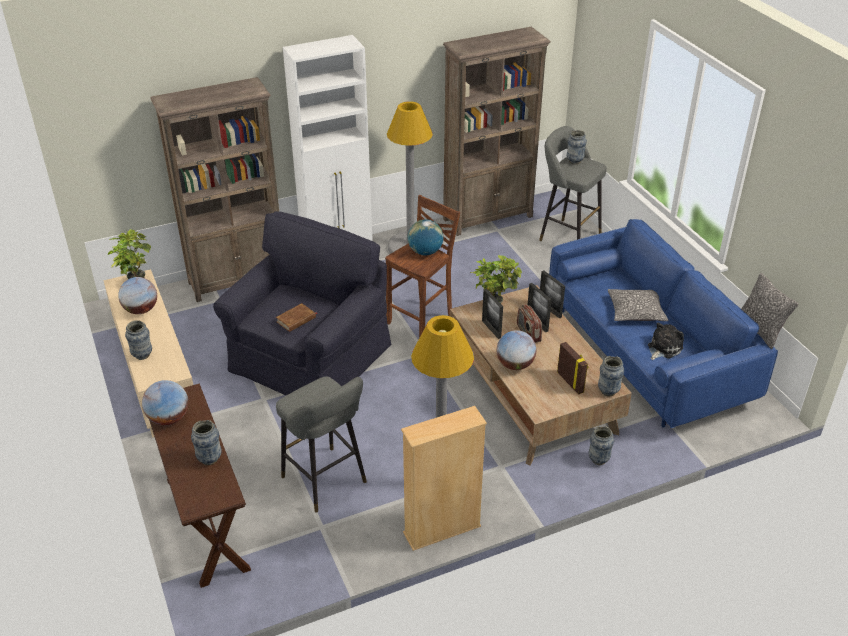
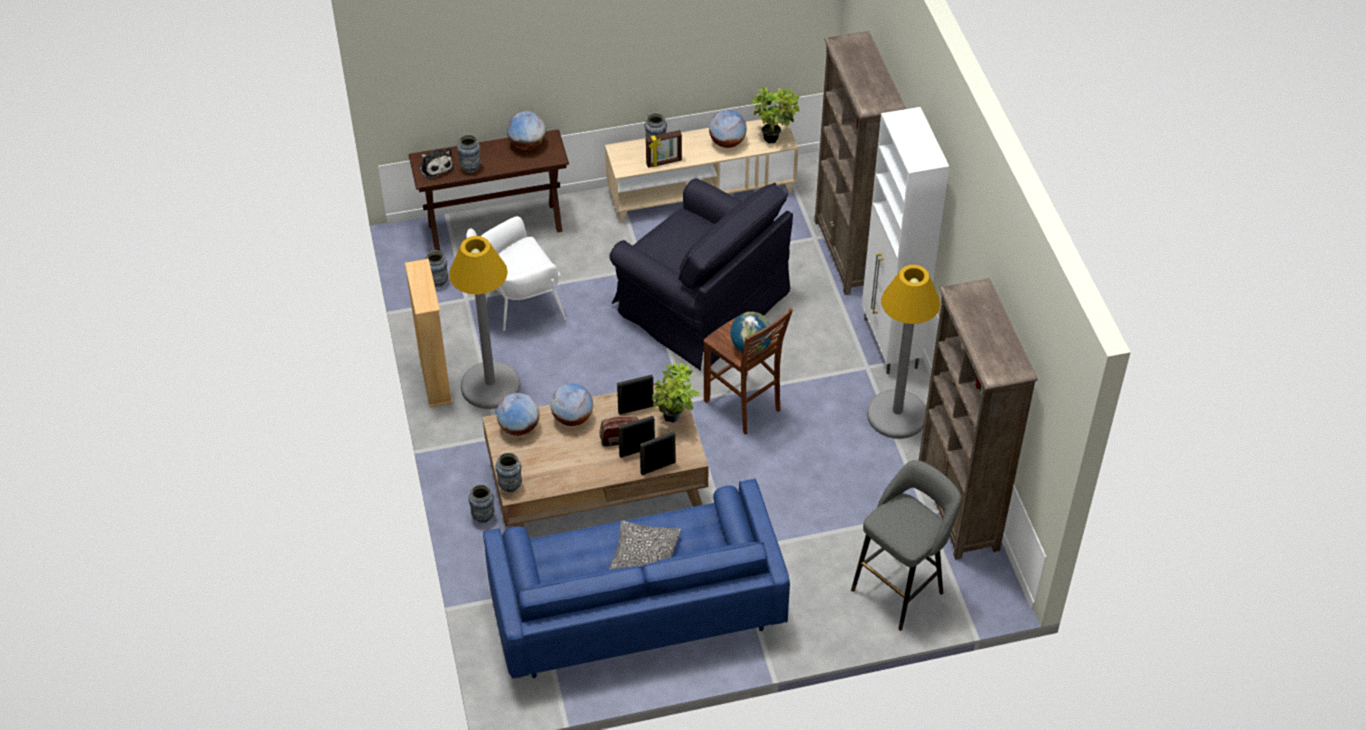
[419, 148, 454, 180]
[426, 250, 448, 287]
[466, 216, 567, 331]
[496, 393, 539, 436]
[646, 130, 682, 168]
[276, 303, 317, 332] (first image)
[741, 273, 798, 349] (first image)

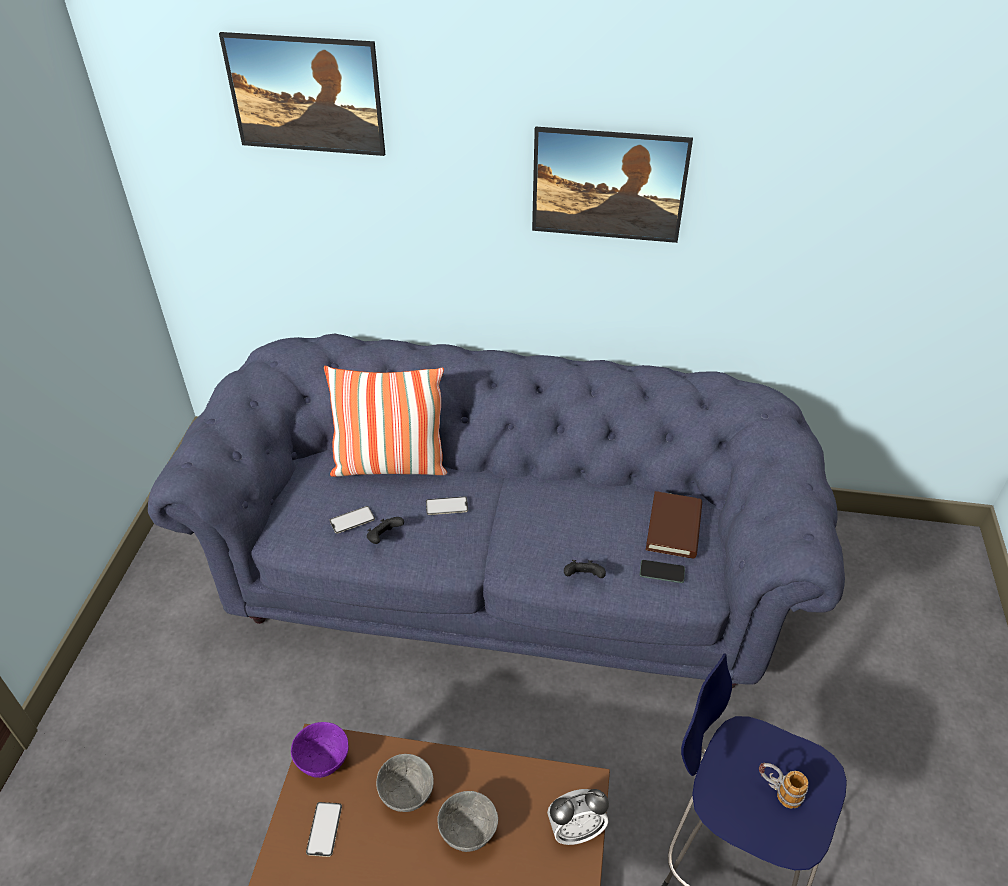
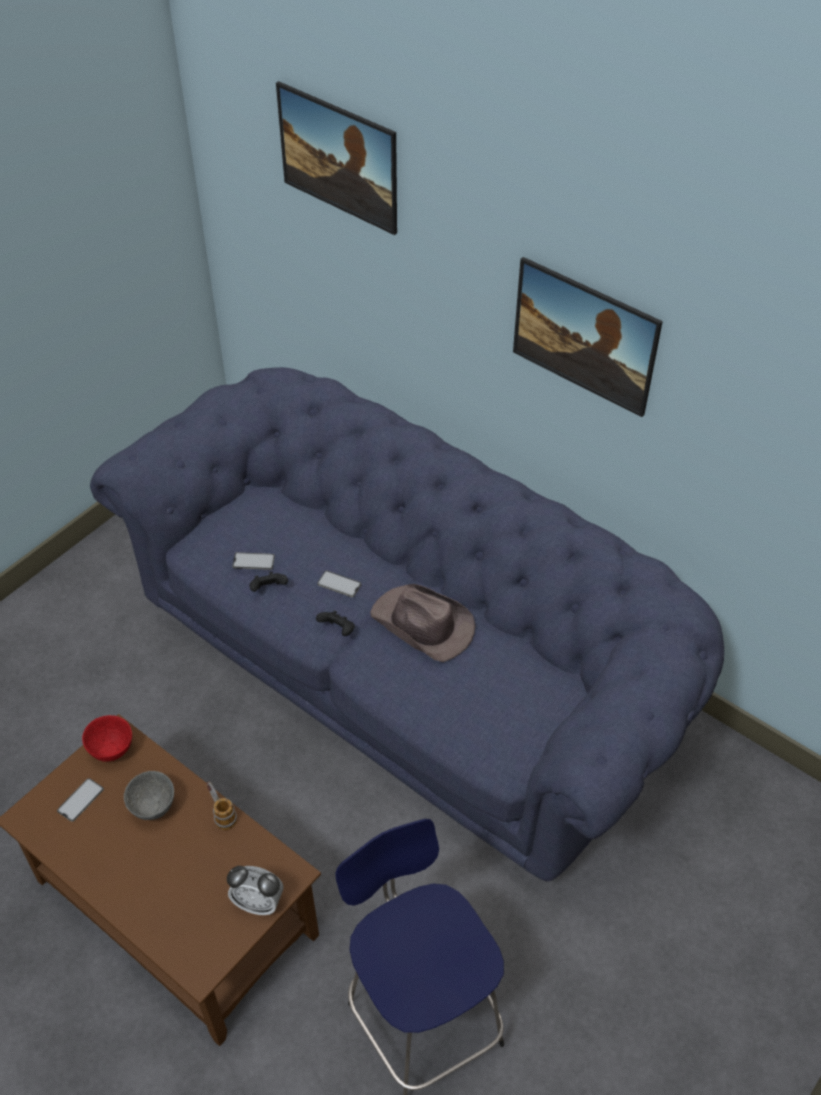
[82, 715, 132, 762]
[206, 782, 237, 830]
[316, 611, 355, 636]
[370, 584, 476, 662]
[324, 366, 447, 477] (first image)
[437, 791, 498, 852] (first image)
[640, 560, 685, 583] (first image)
[646, 491, 702, 559] (first image)

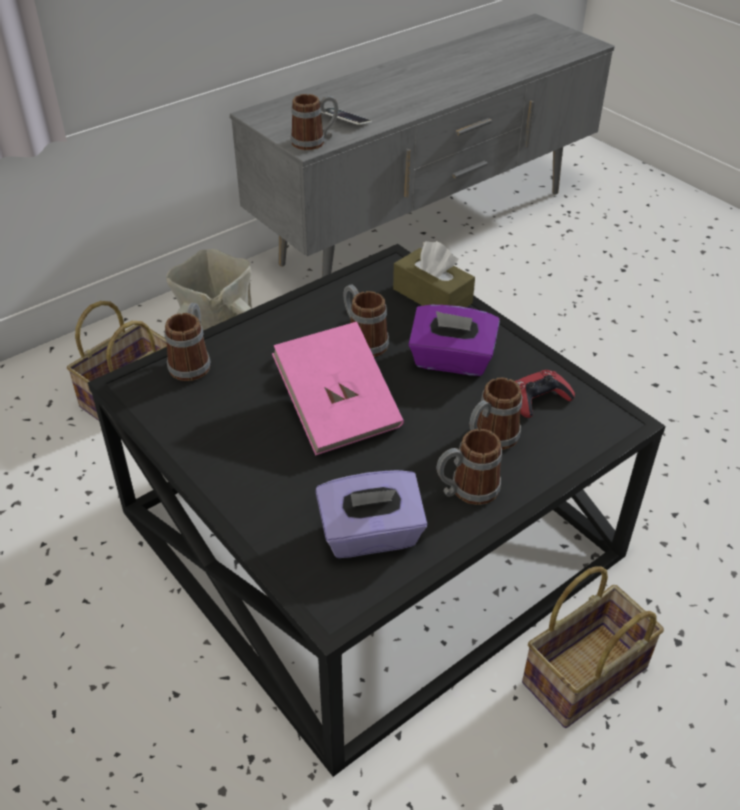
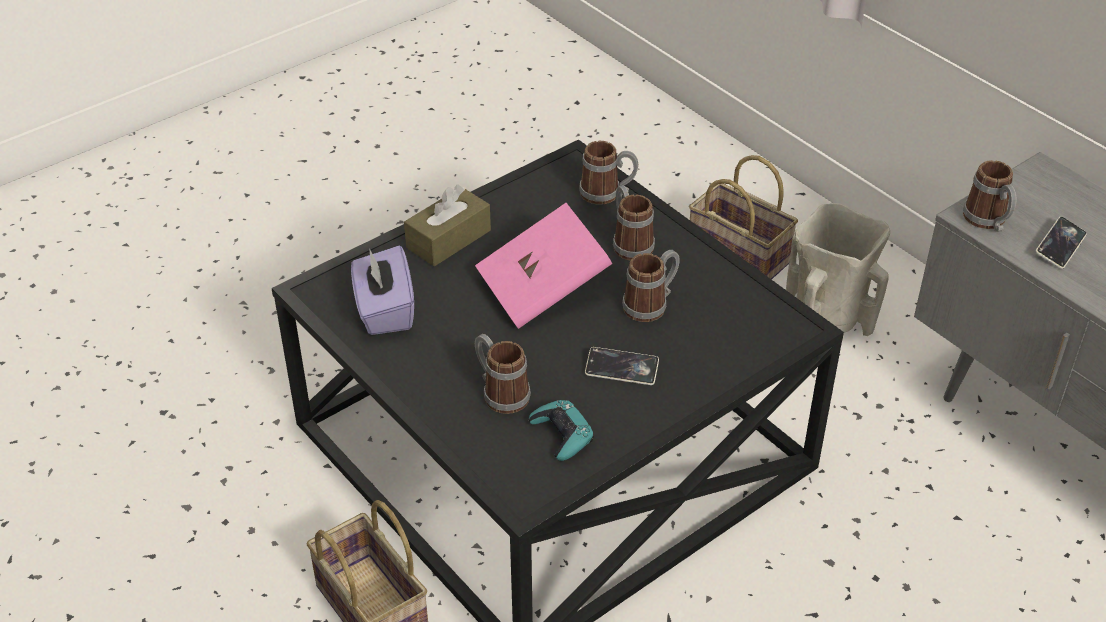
[404, 185, 491, 266]
[529, 400, 594, 461]
[585, 347, 659, 385]
[613, 185, 655, 260]

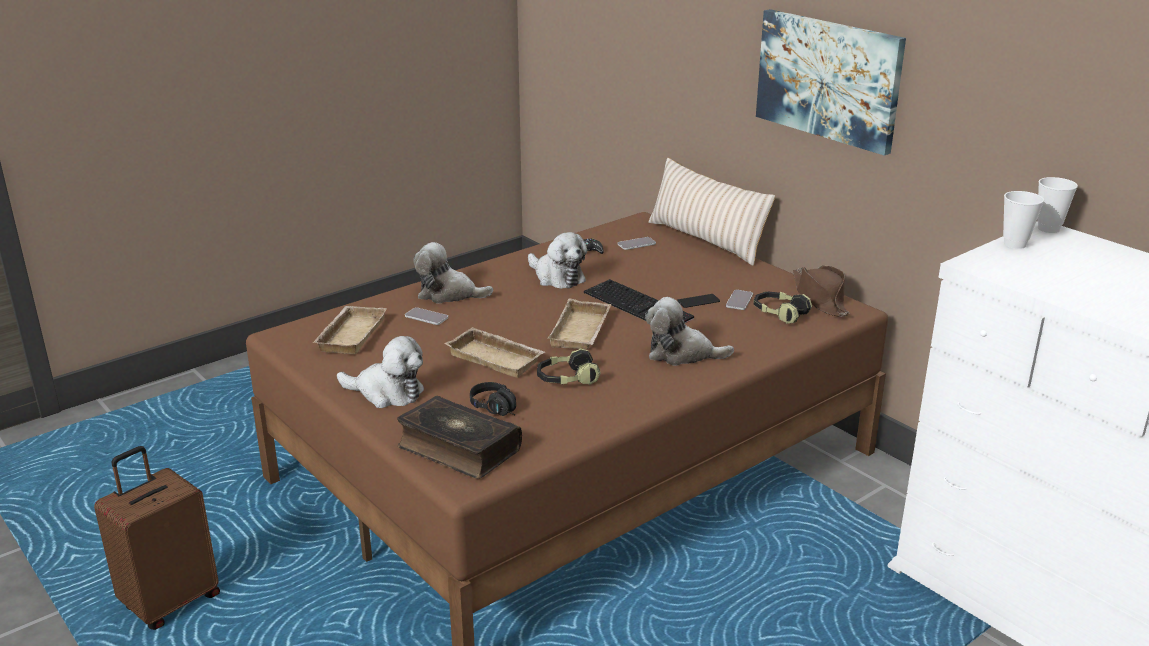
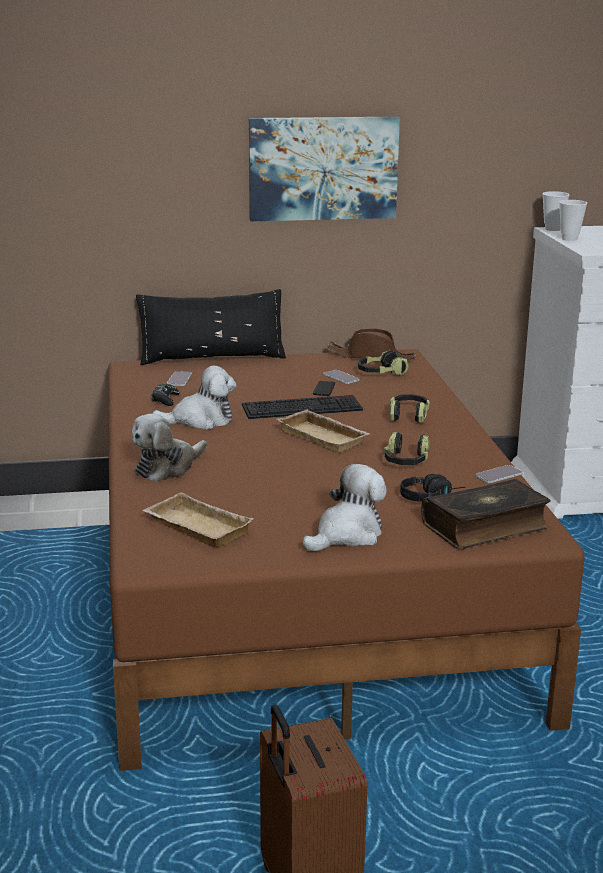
[136, 289, 286, 365]
[389, 394, 430, 423]
[475, 465, 523, 483]
[445, 327, 545, 378] (first image)

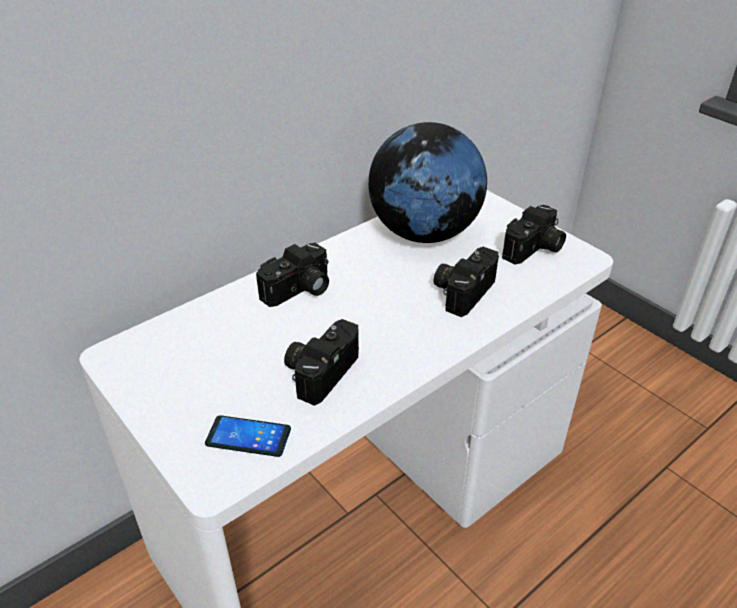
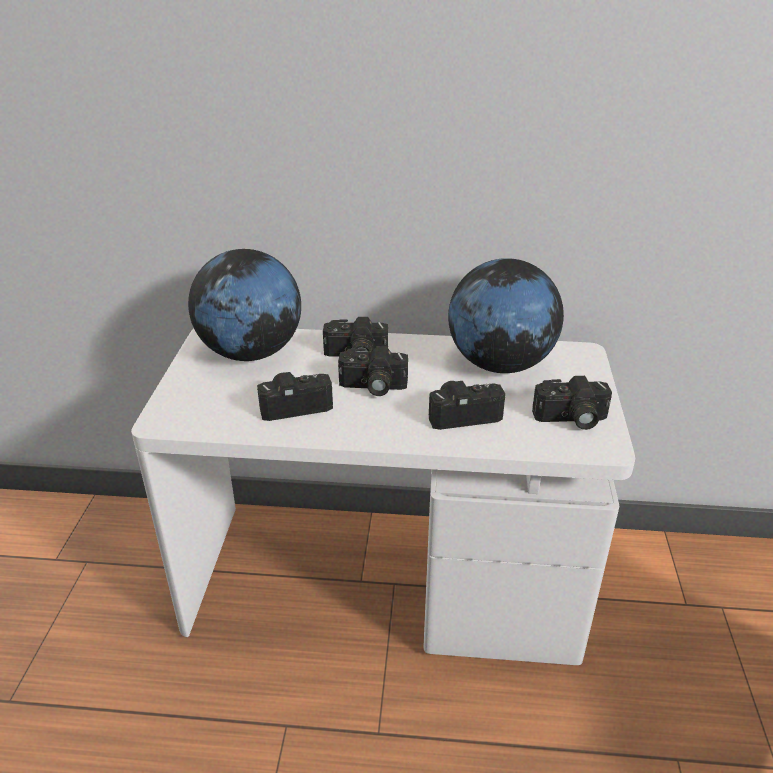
[188, 249, 301, 361]
[338, 346, 408, 396]
[205, 415, 291, 457] (first image)

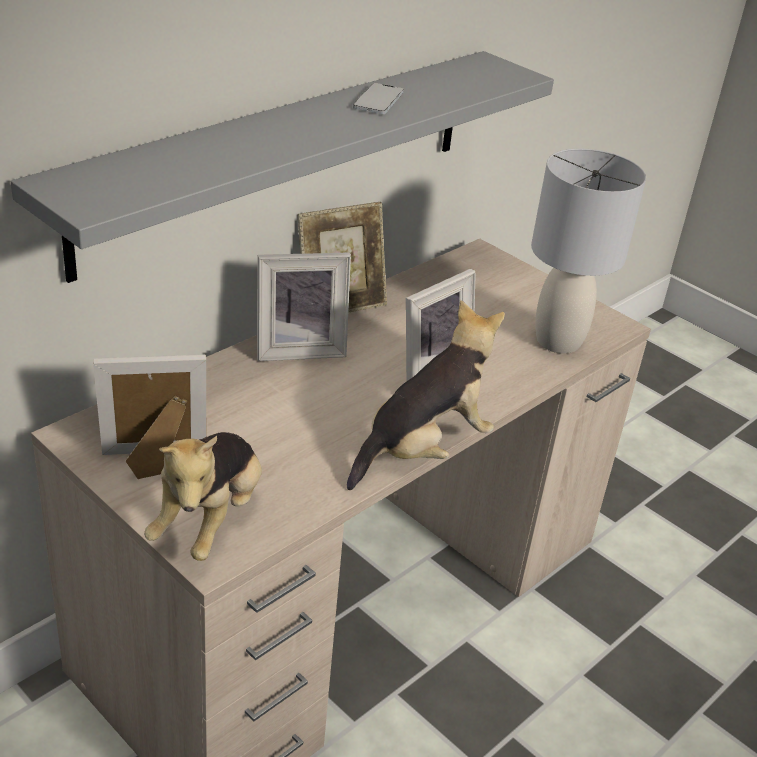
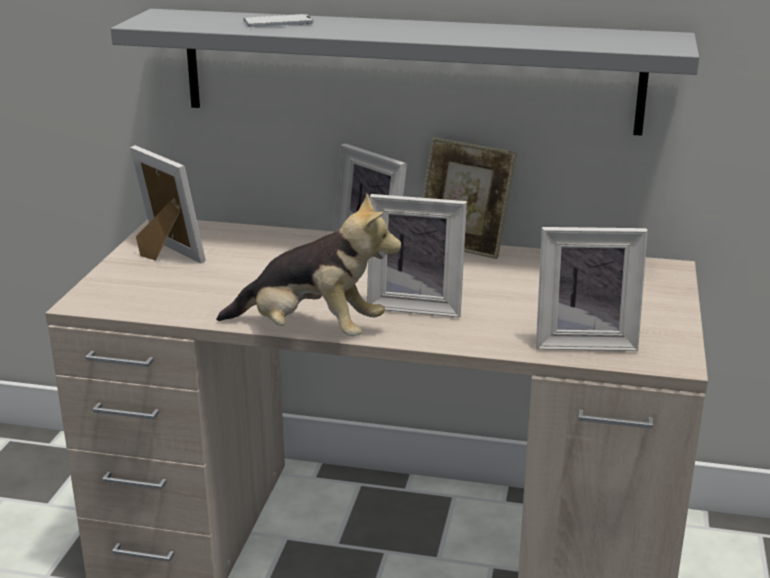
[243, 14, 313, 27]
[536, 227, 648, 351]
[144, 432, 262, 561] (first image)

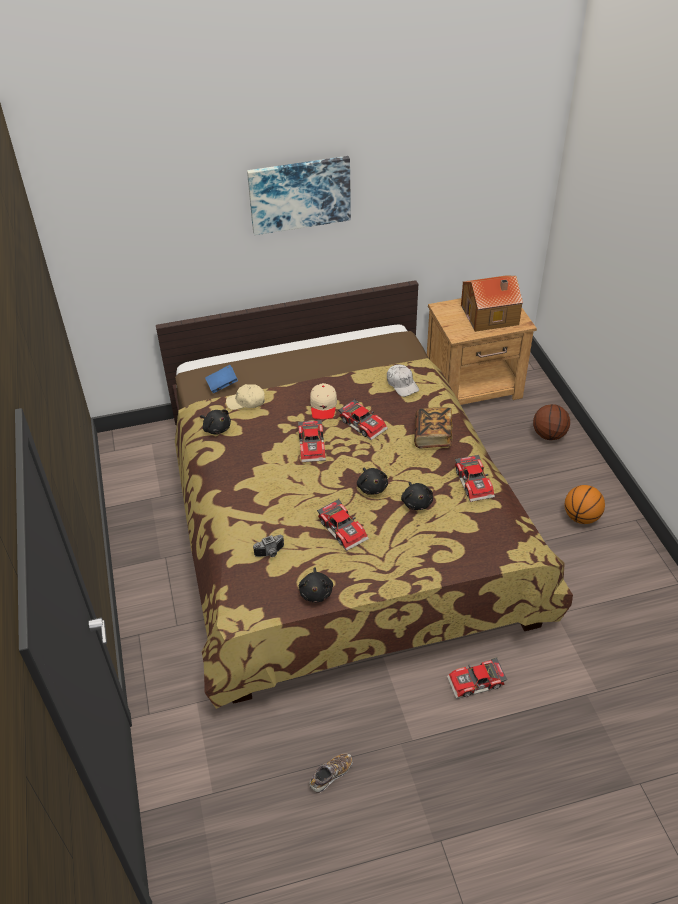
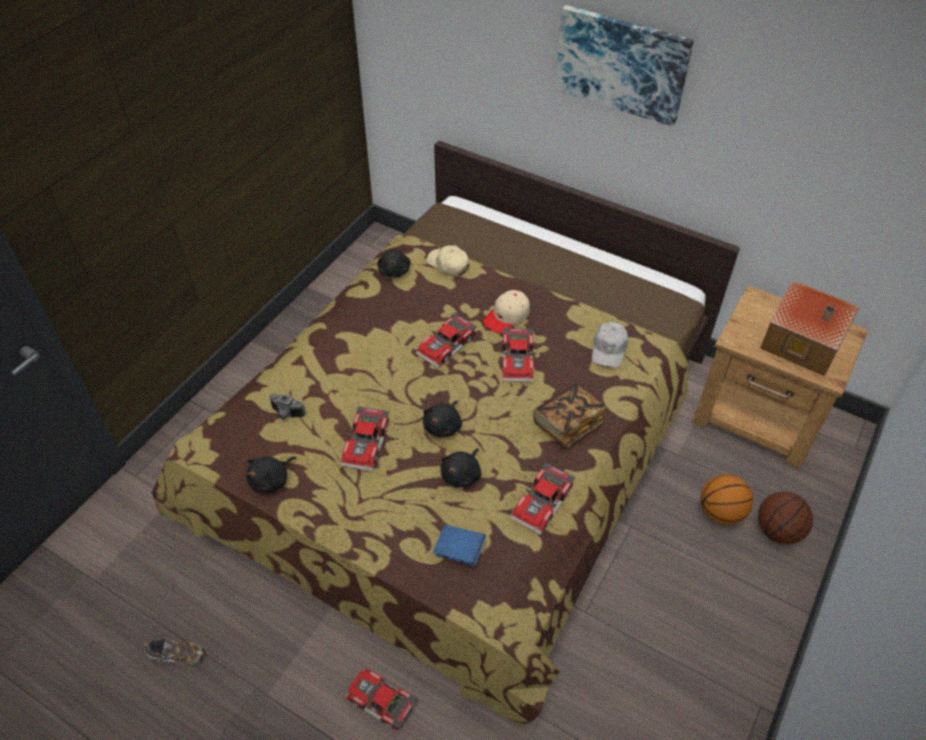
[433, 525, 486, 566]
[701, 474, 753, 525]

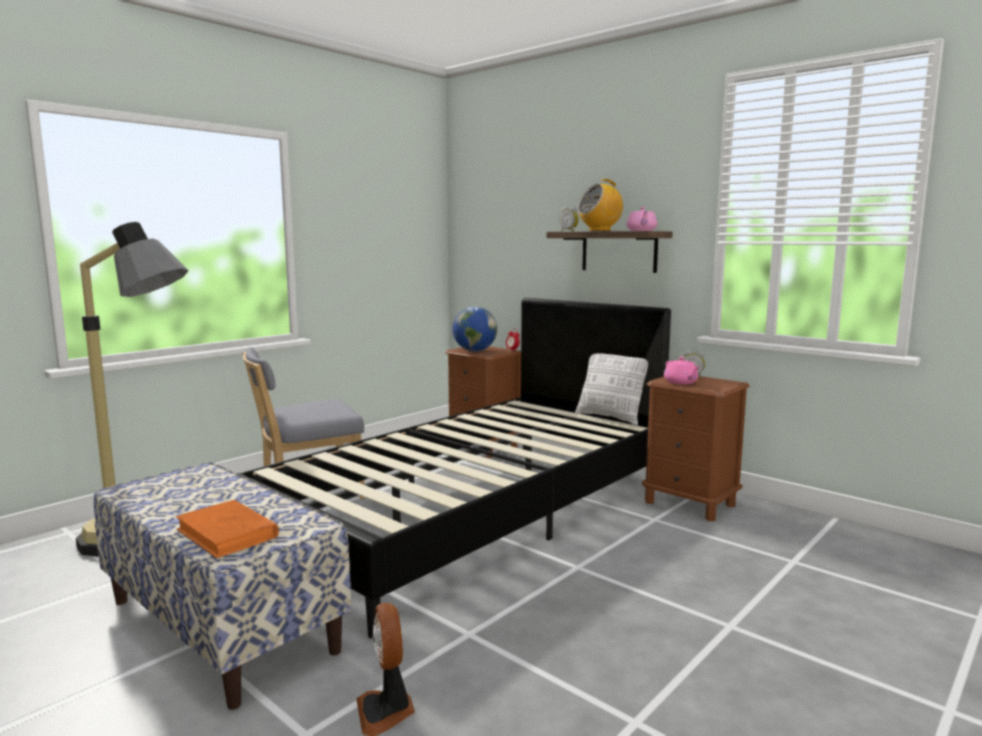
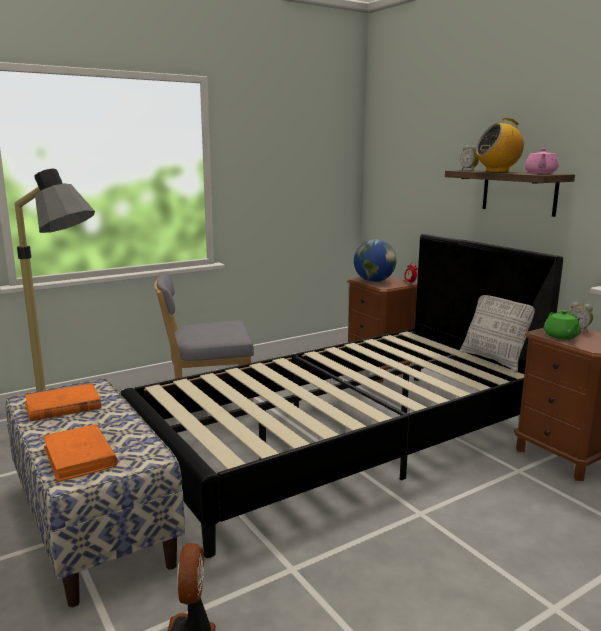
[25, 383, 101, 422]
[544, 310, 581, 339]

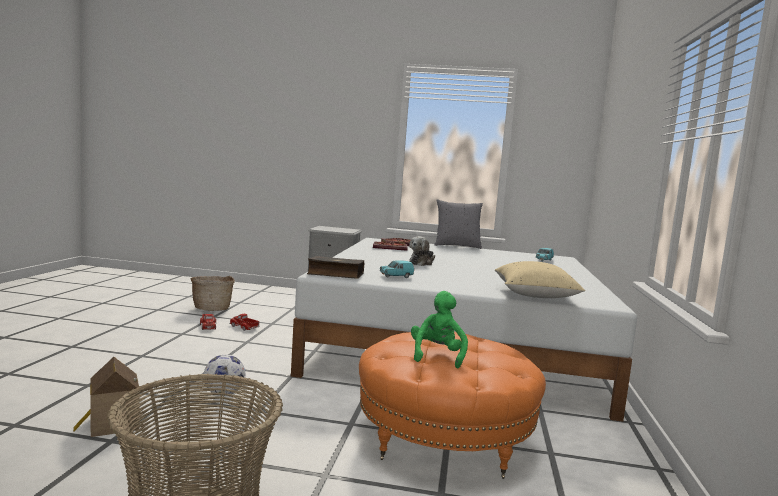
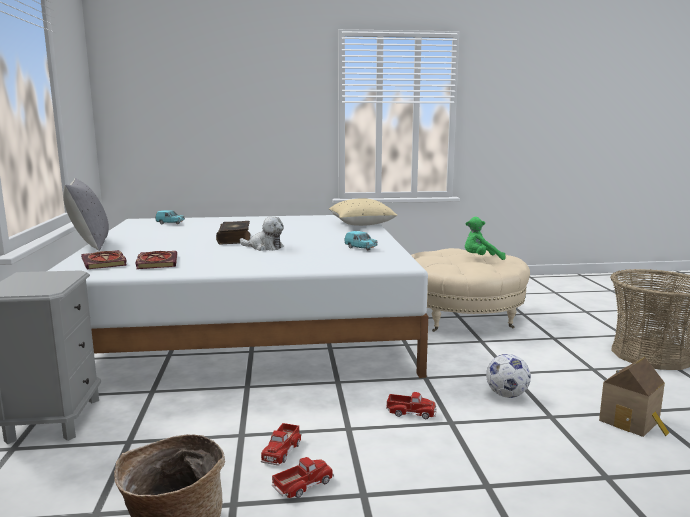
[216, 221, 251, 244]
[386, 392, 437, 419]
[411, 248, 530, 332]

